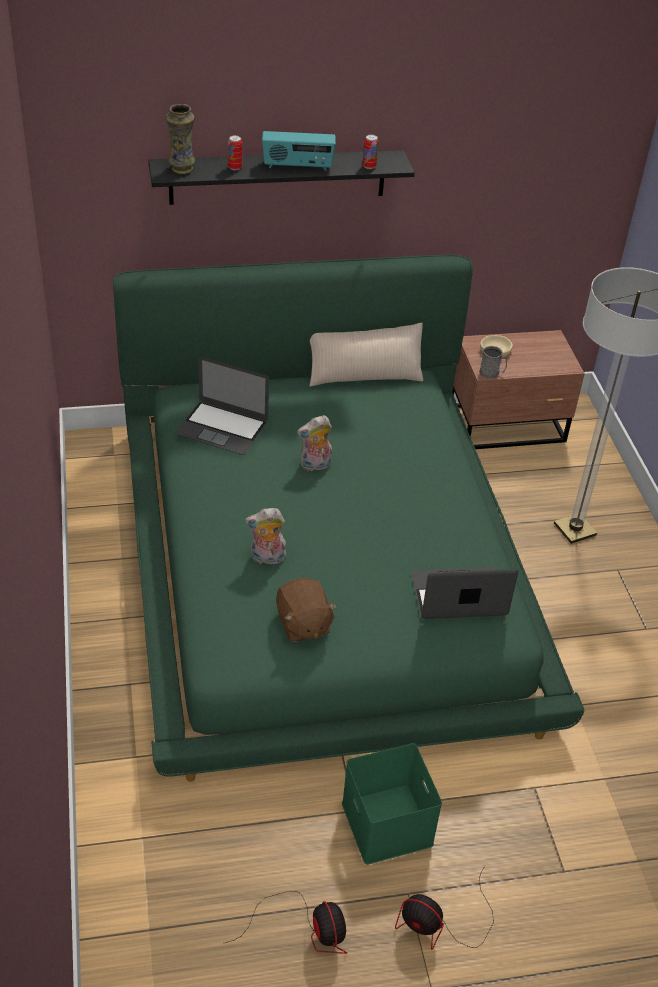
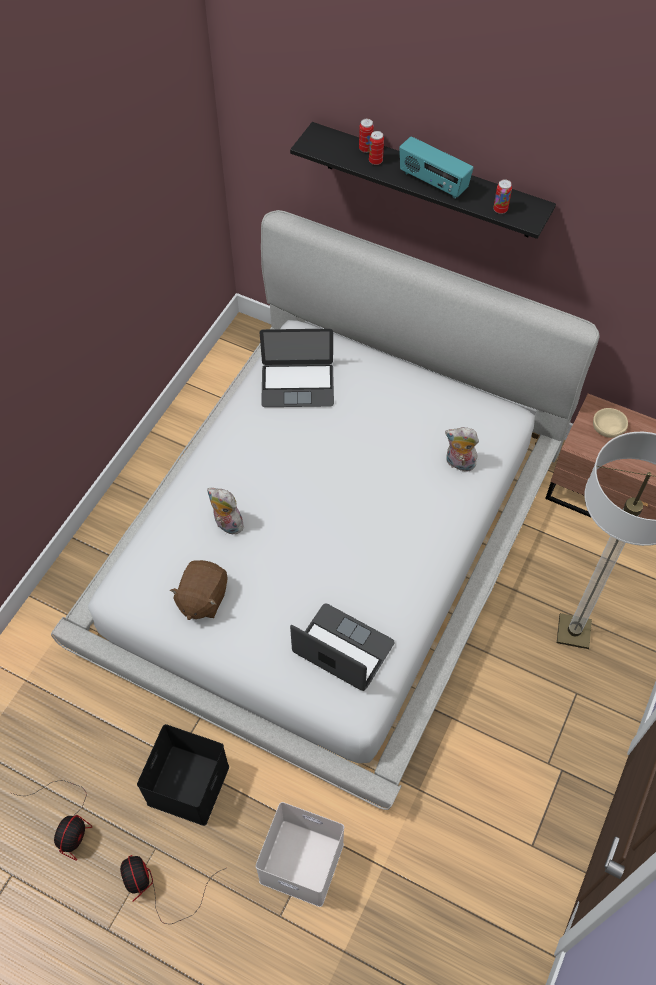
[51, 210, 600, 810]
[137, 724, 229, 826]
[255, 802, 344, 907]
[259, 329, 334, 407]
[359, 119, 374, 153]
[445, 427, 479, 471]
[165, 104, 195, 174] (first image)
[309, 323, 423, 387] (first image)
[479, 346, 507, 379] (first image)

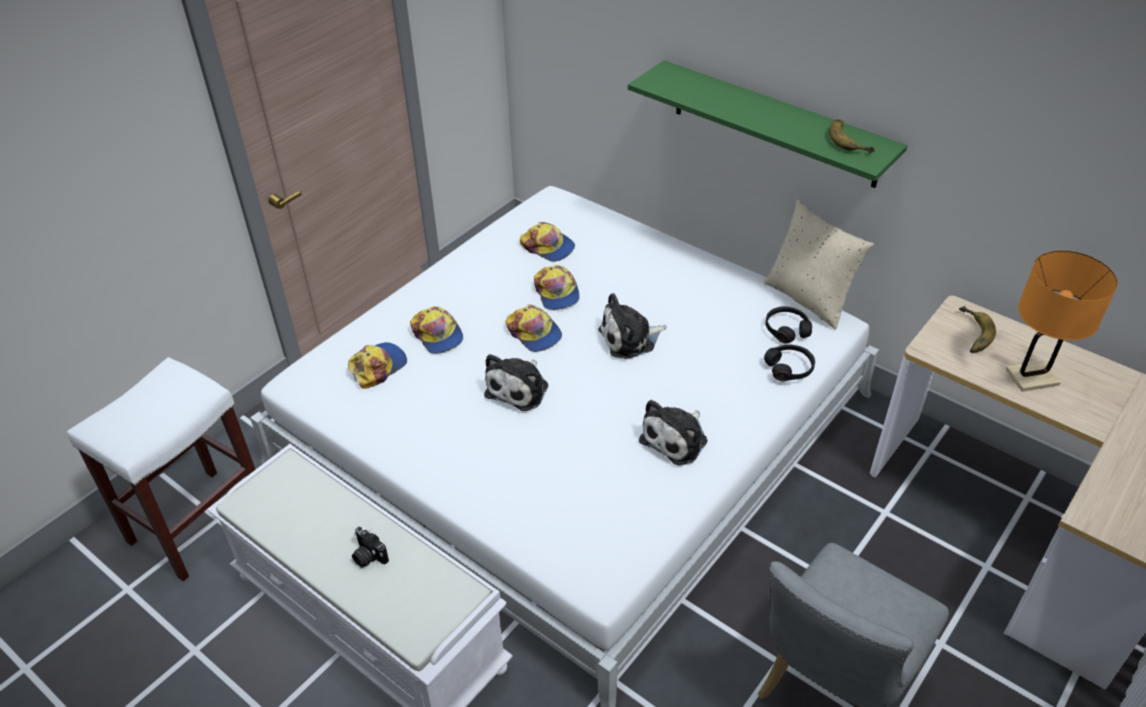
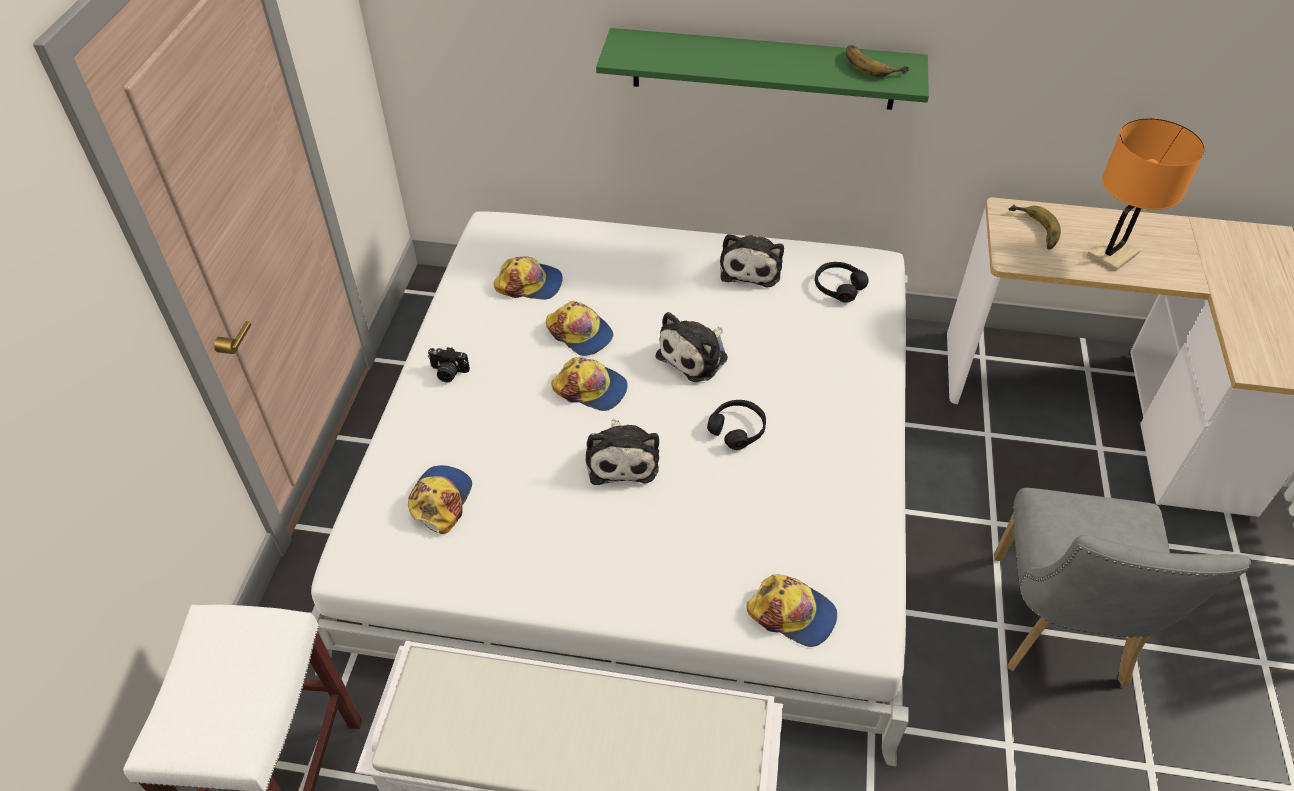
[428, 347, 470, 382]
[707, 400, 766, 450]
[720, 234, 784, 288]
[747, 574, 837, 647]
[764, 200, 874, 330] (first image)

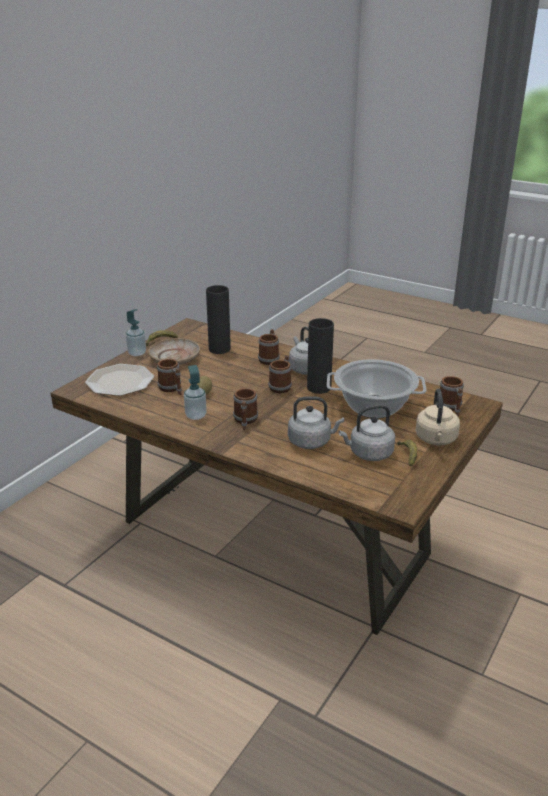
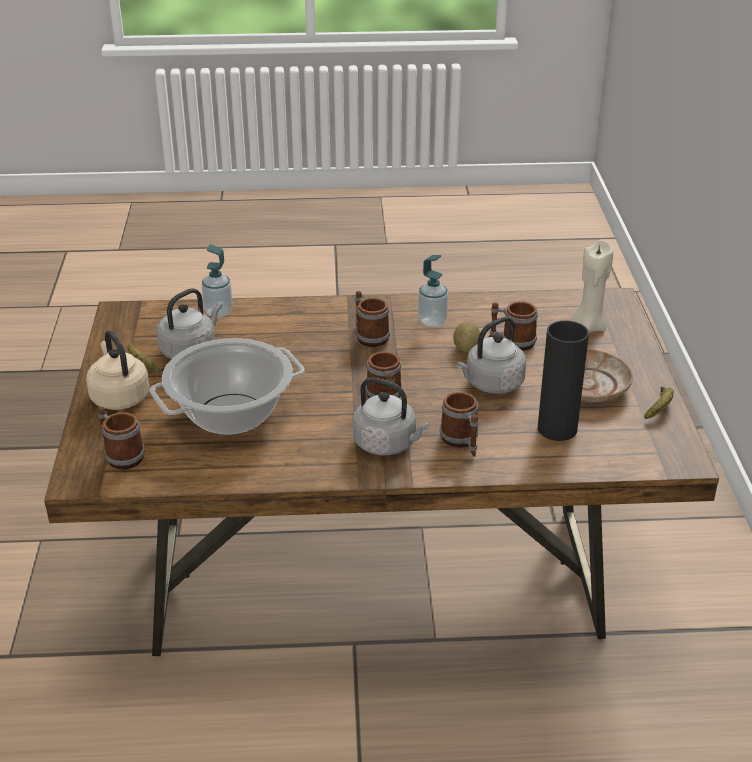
[201, 244, 233, 318]
[456, 317, 526, 394]
[570, 240, 613, 333]
[307, 318, 334, 394] (first image)

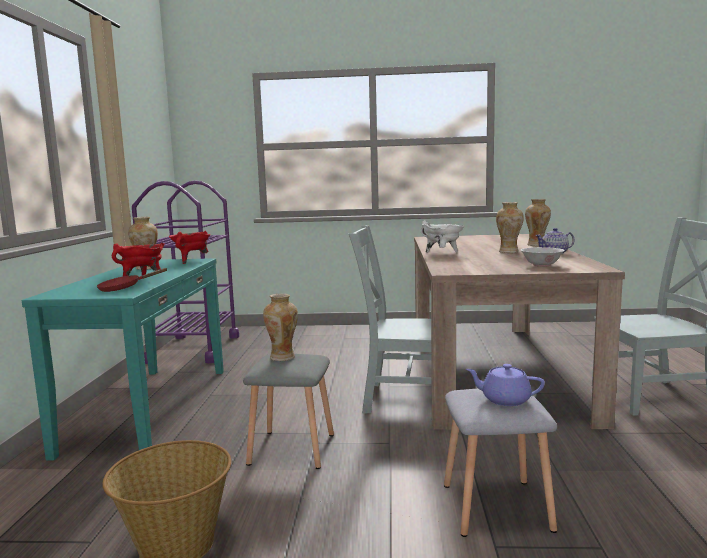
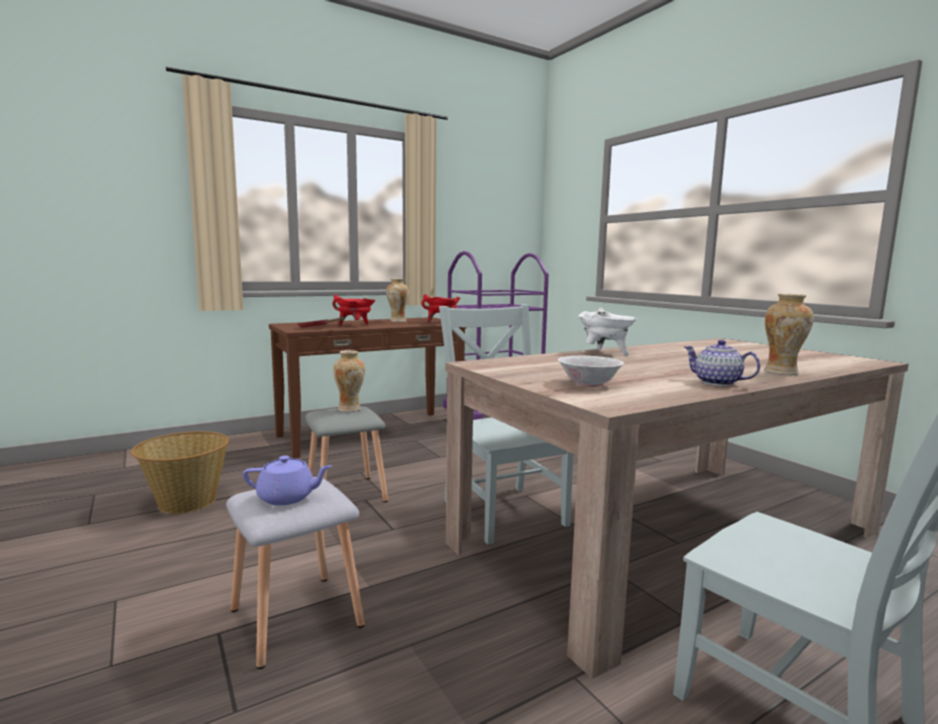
[243, 456, 332, 505]
[269, 317, 466, 458]
[496, 202, 524, 253] (first image)

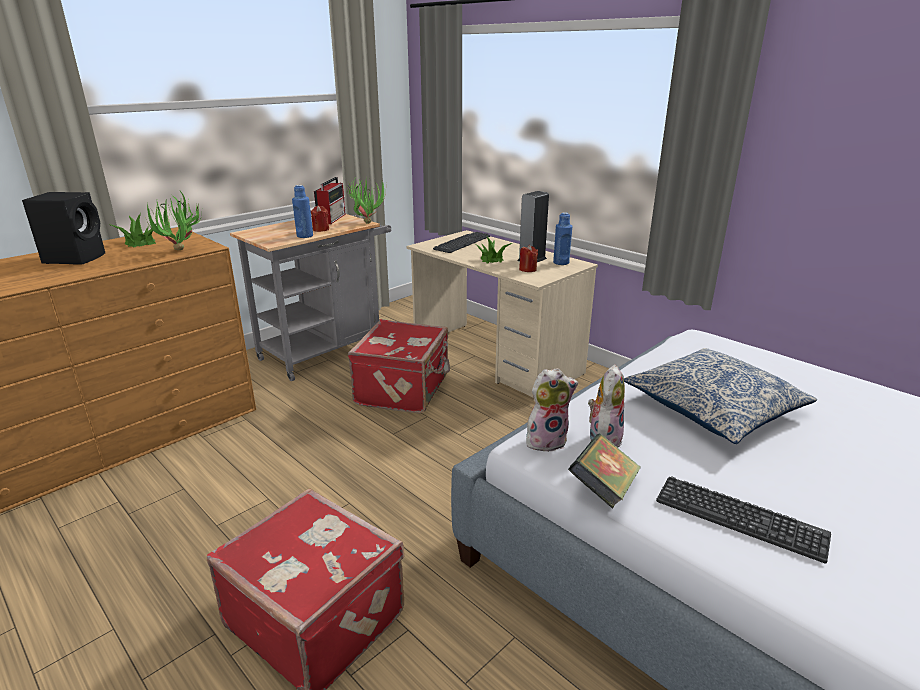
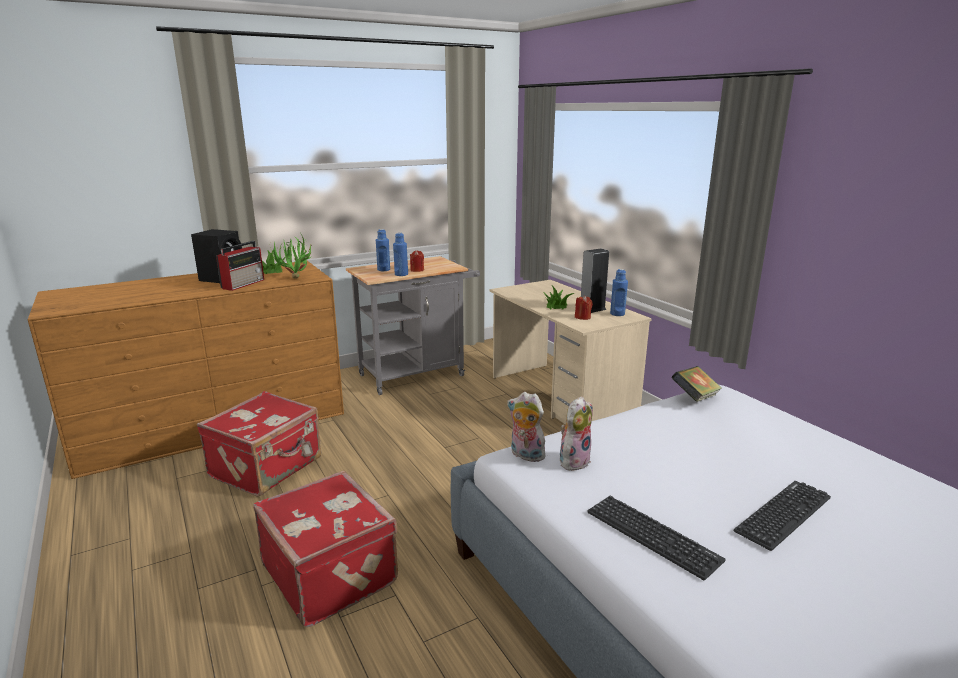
[197, 391, 321, 497]
[216, 241, 264, 291]
[376, 229, 390, 271]
[507, 392, 545, 462]
[671, 366, 722, 402]
[734, 481, 831, 551]
[347, 176, 386, 224] (first image)
[624, 348, 817, 444] (first image)

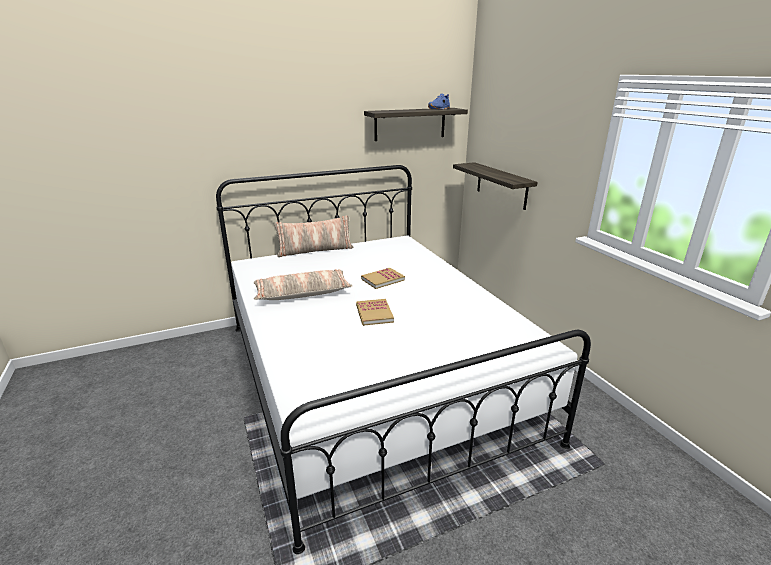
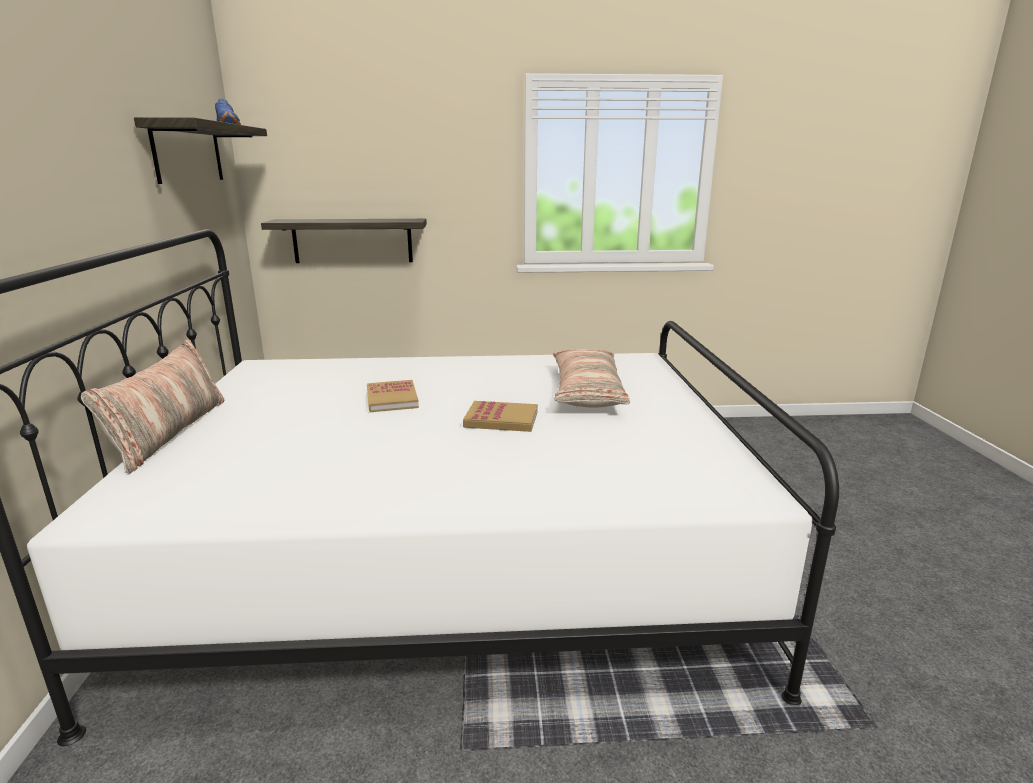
[553, 349, 630, 408]

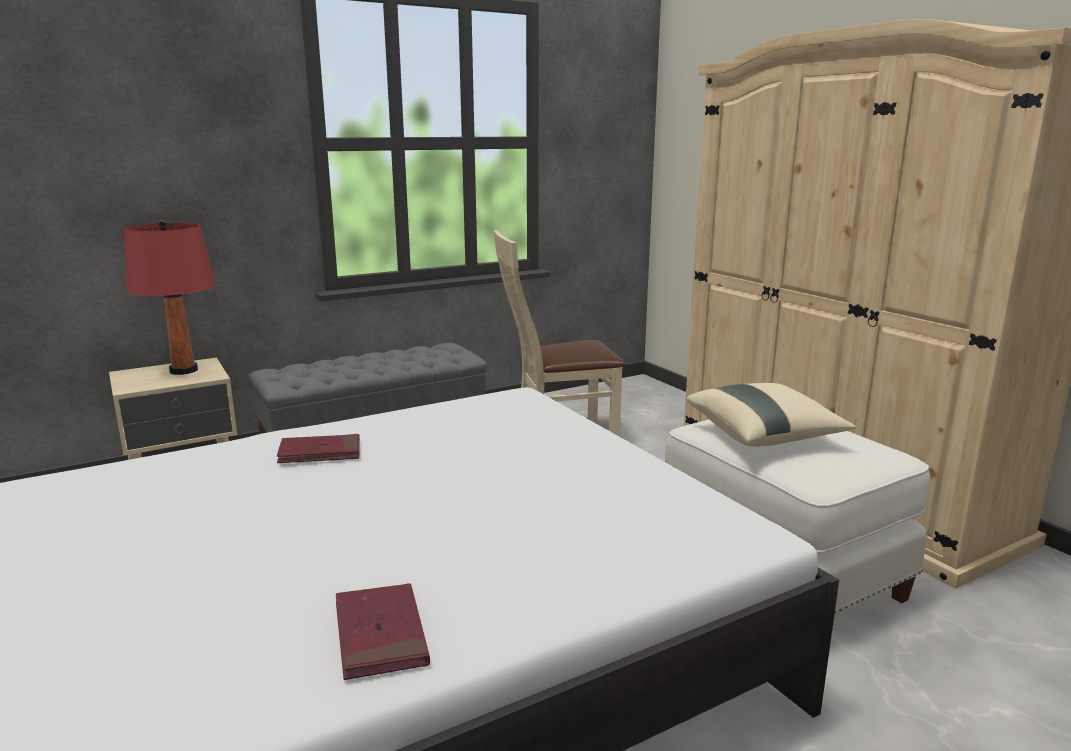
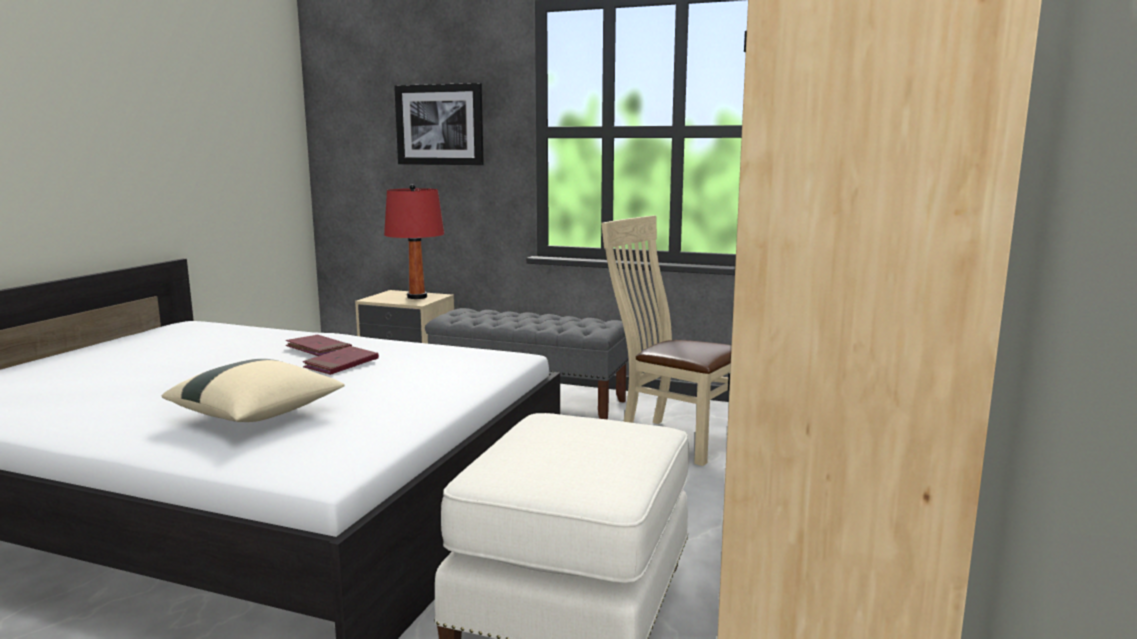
[162, 359, 345, 422]
[303, 346, 379, 375]
[394, 83, 484, 165]

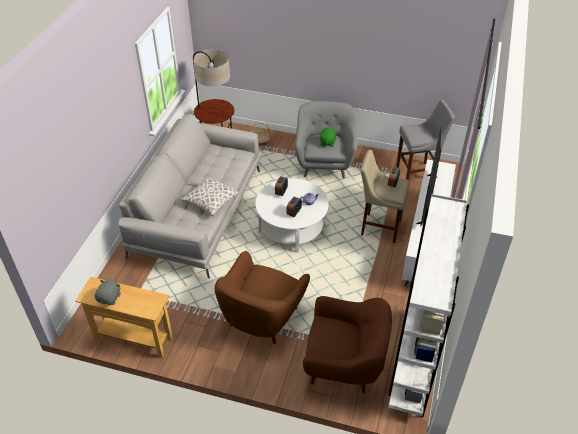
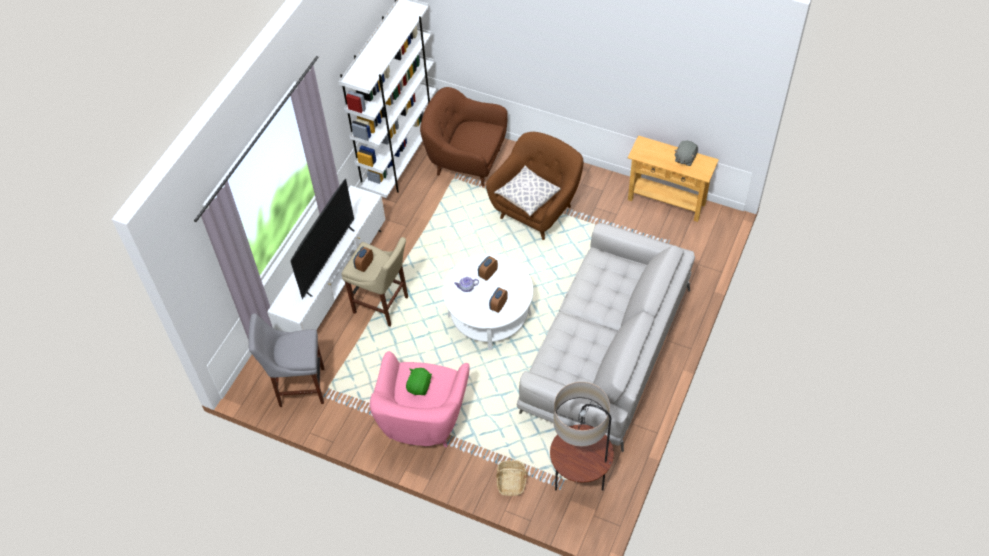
[370, 351, 470, 447]
[494, 166, 561, 216]

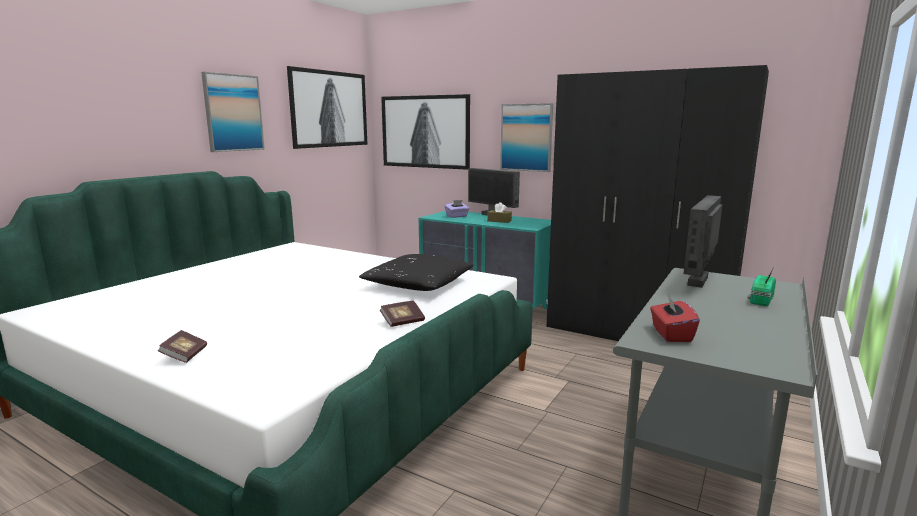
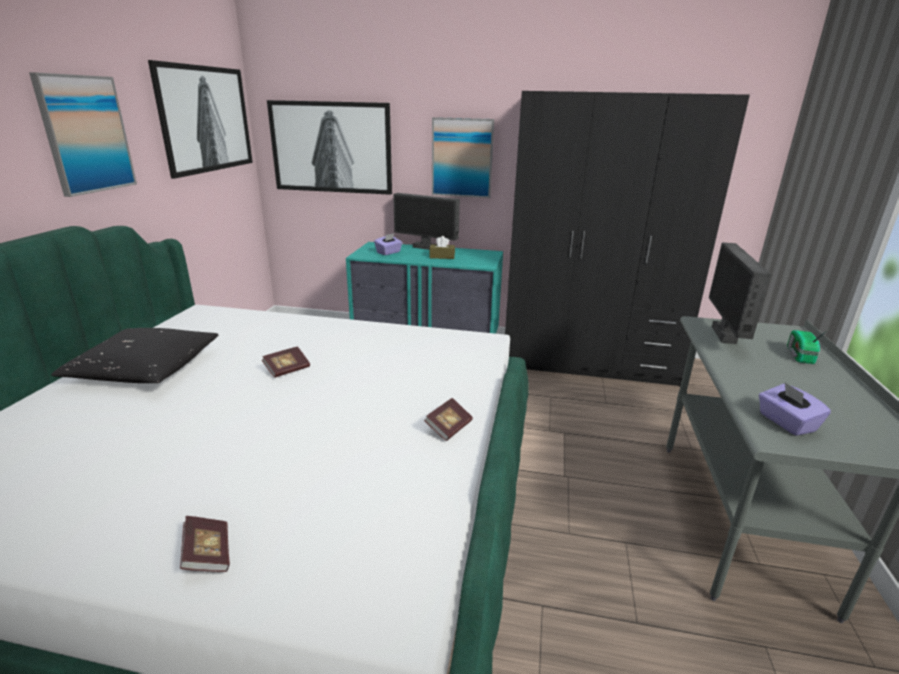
[51, 328, 219, 383]
[262, 346, 310, 378]
[759, 382, 831, 436]

